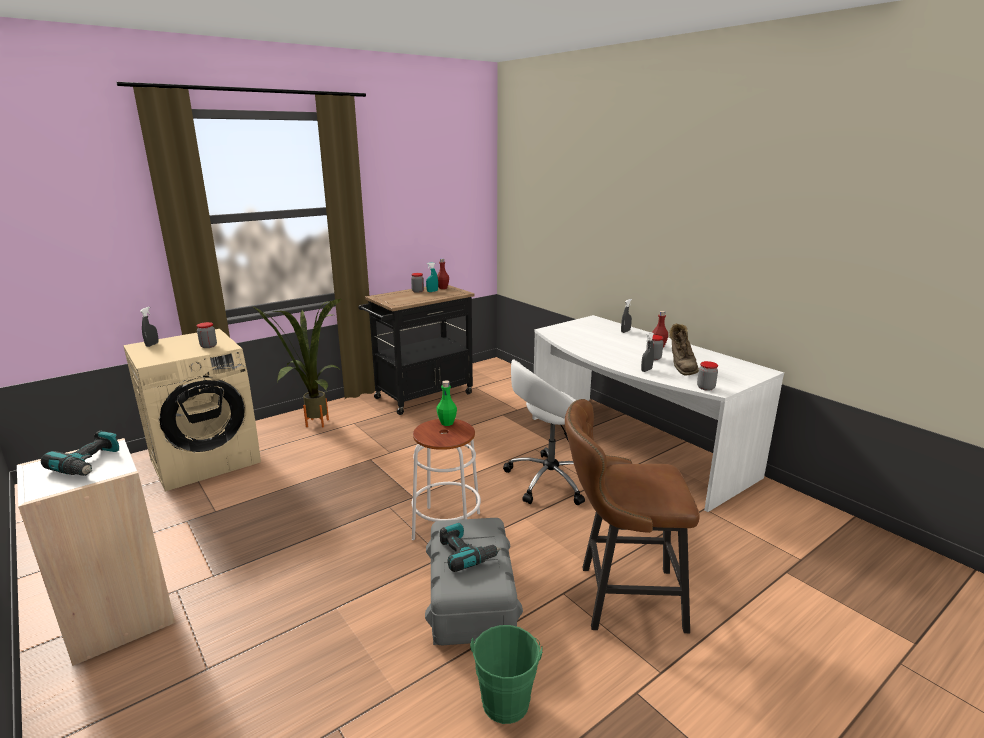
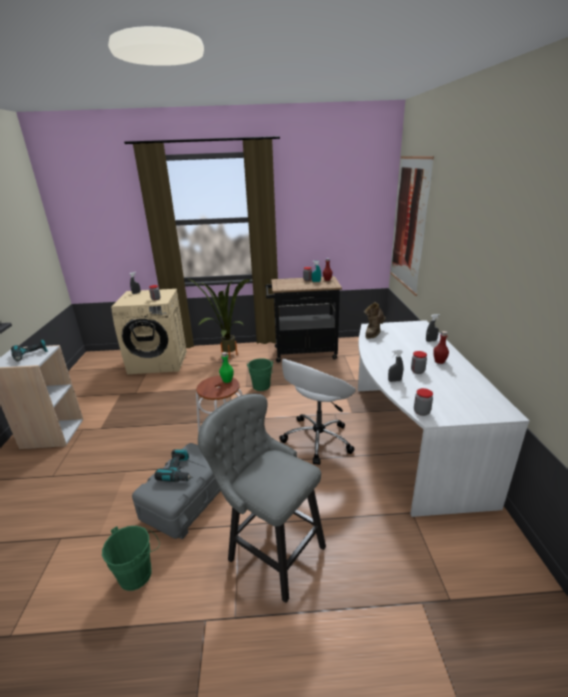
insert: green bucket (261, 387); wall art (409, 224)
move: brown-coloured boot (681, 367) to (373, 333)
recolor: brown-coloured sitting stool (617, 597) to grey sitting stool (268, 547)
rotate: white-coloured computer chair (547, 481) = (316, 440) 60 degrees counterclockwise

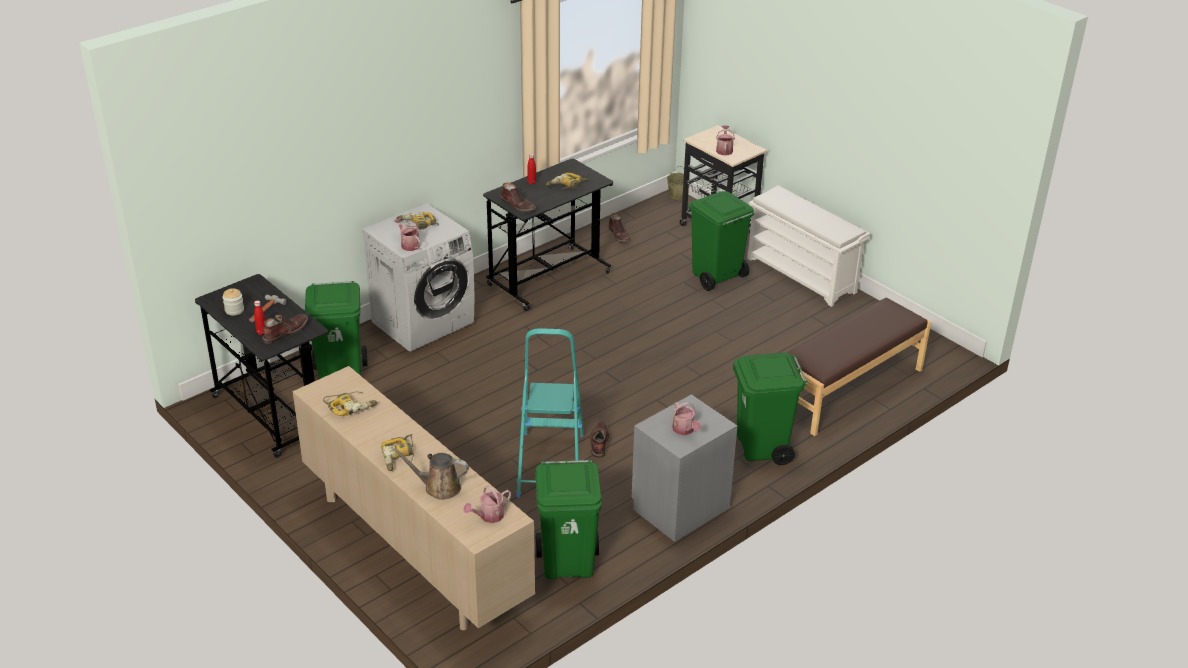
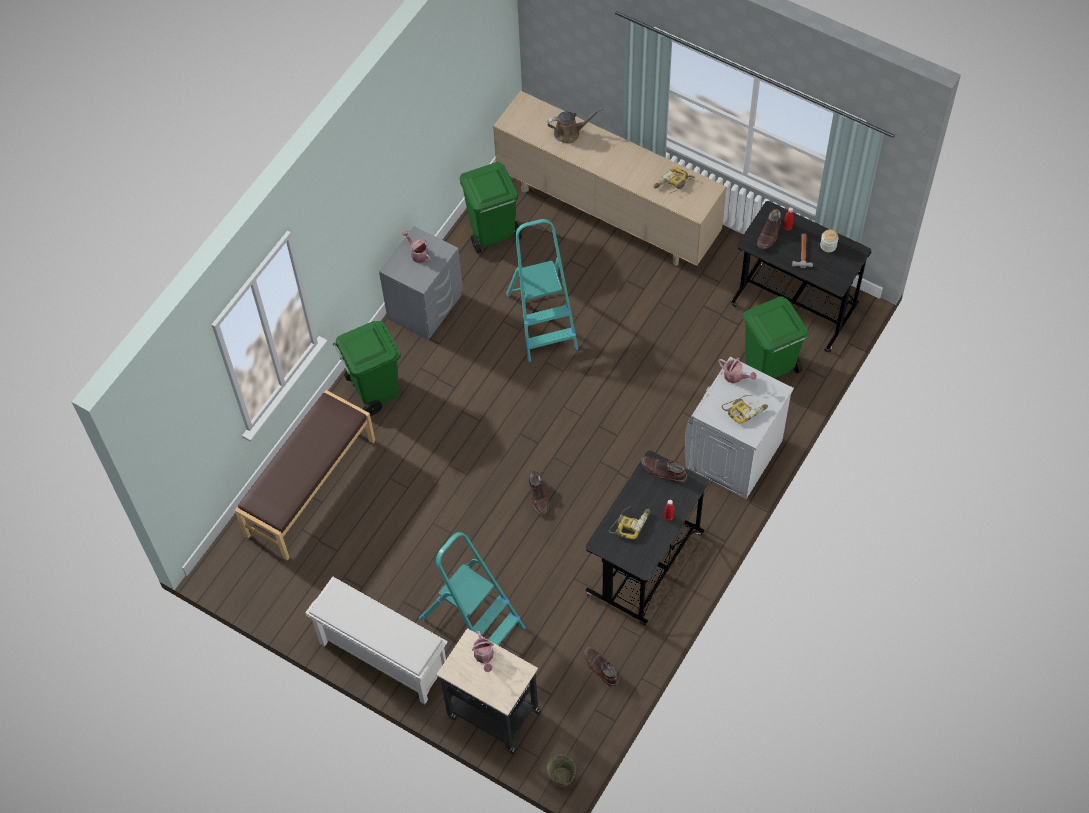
delete: drill (399, 457); watering can (488, 516)
move: brown-coloured boot (599, 443) to (539, 496)
replace: green trash can (716, 277) to blue-green step ladder (473, 623)

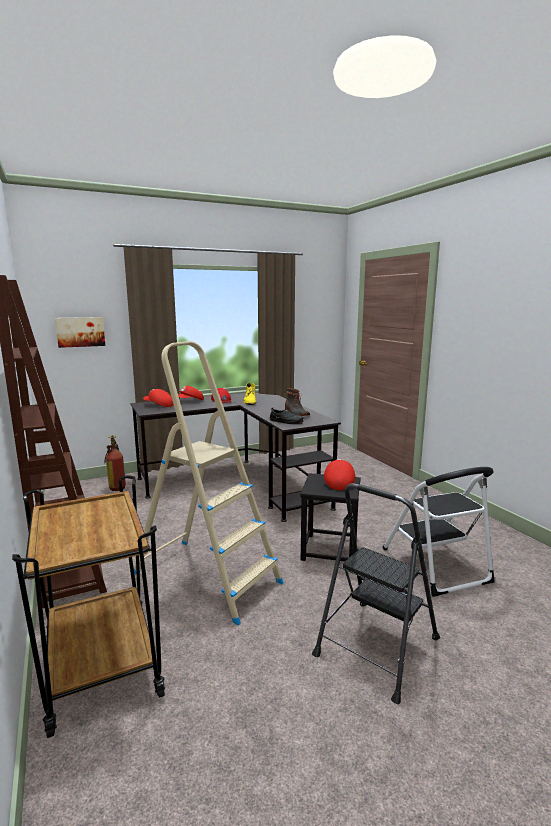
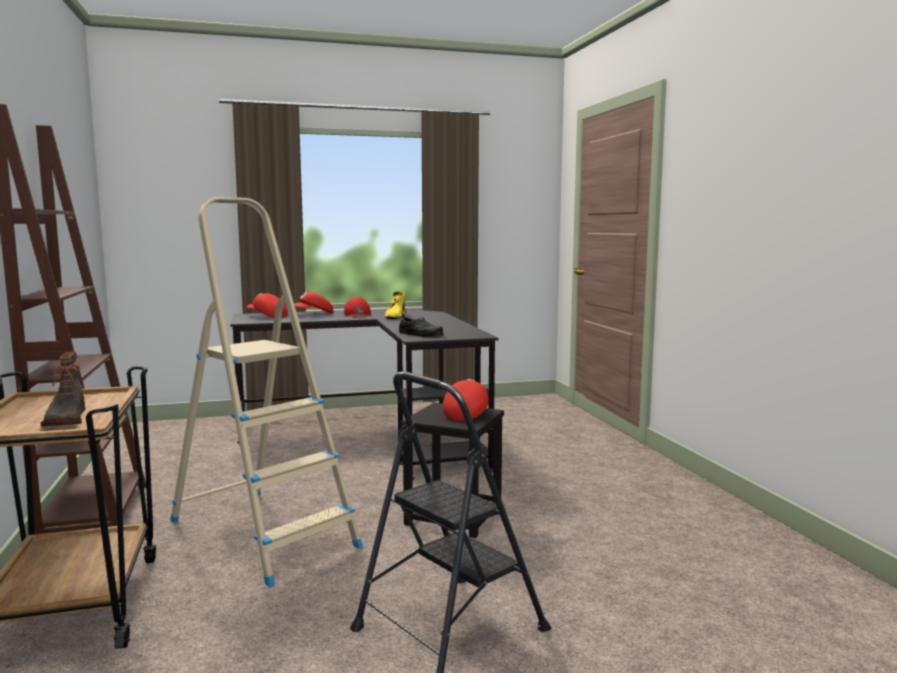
delete: wall art (80, 332); fire extinguisher (118, 486); step ladder (436, 567)
move: boot (296, 414) to (65, 419)

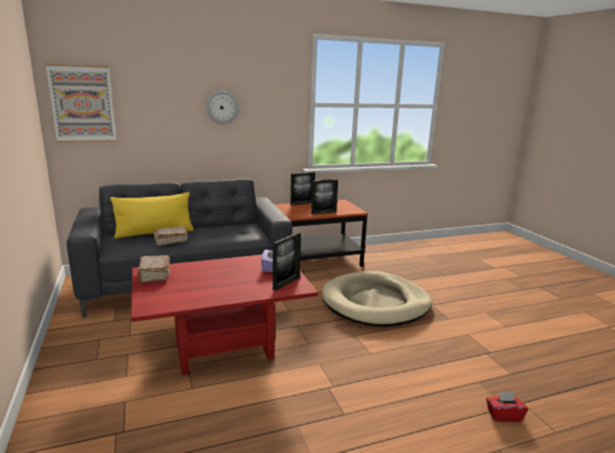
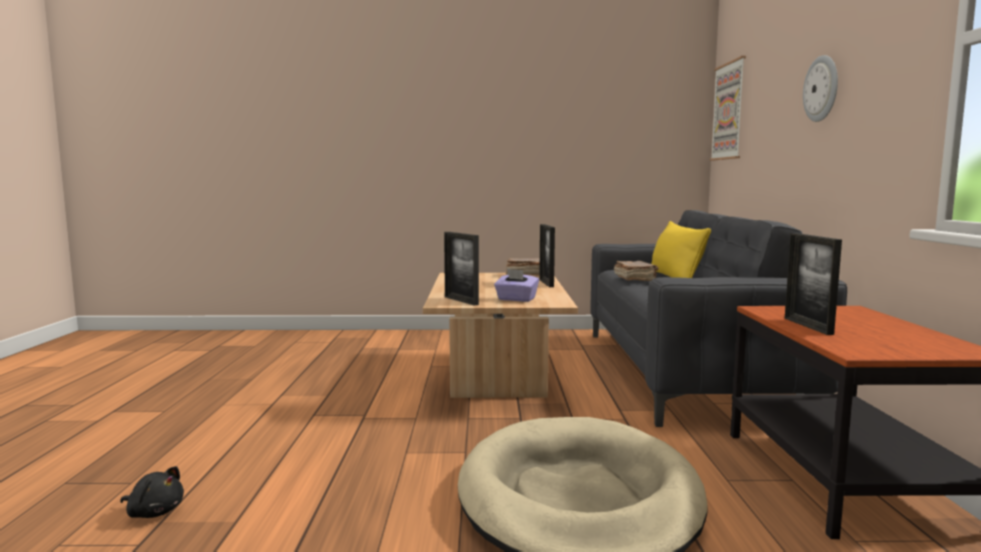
move: picture frame (302, 203) to (546, 283)
replace: red-coloured tissue box (503, 415) to black cuddly toy (154, 512)
recolor: red-coloured coffee table (223, 346) to beige coffee table (497, 379)

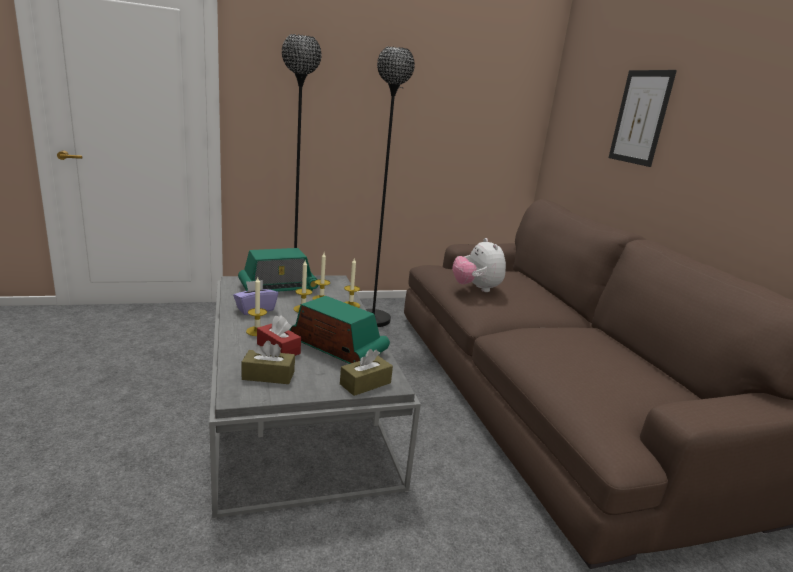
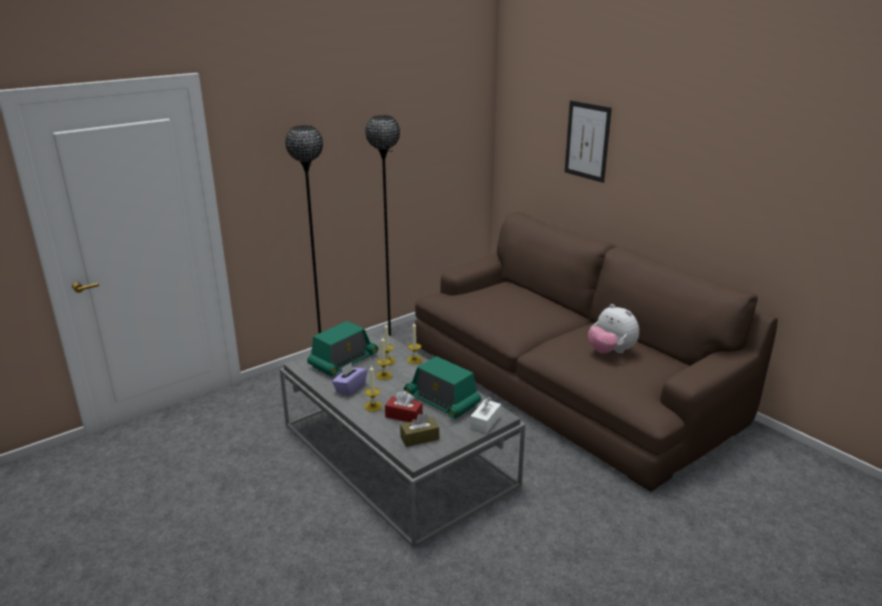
move: cuddly toy (476, 289) to (611, 352)
recolor: brown-coloured tissue box (365, 383) to white-coloured tissue box (485, 422)
rotate: radio (338, 347) = (442, 400) 150 degrees counterclockwise

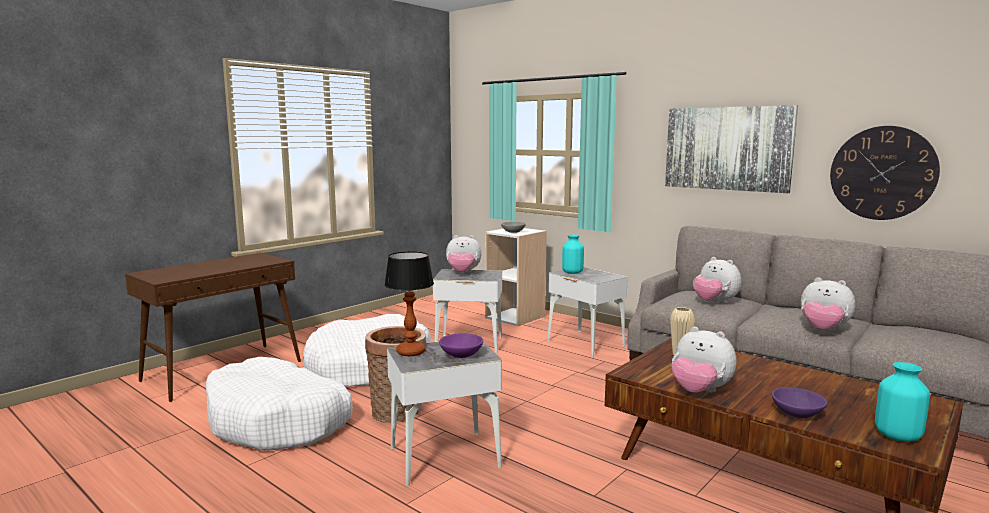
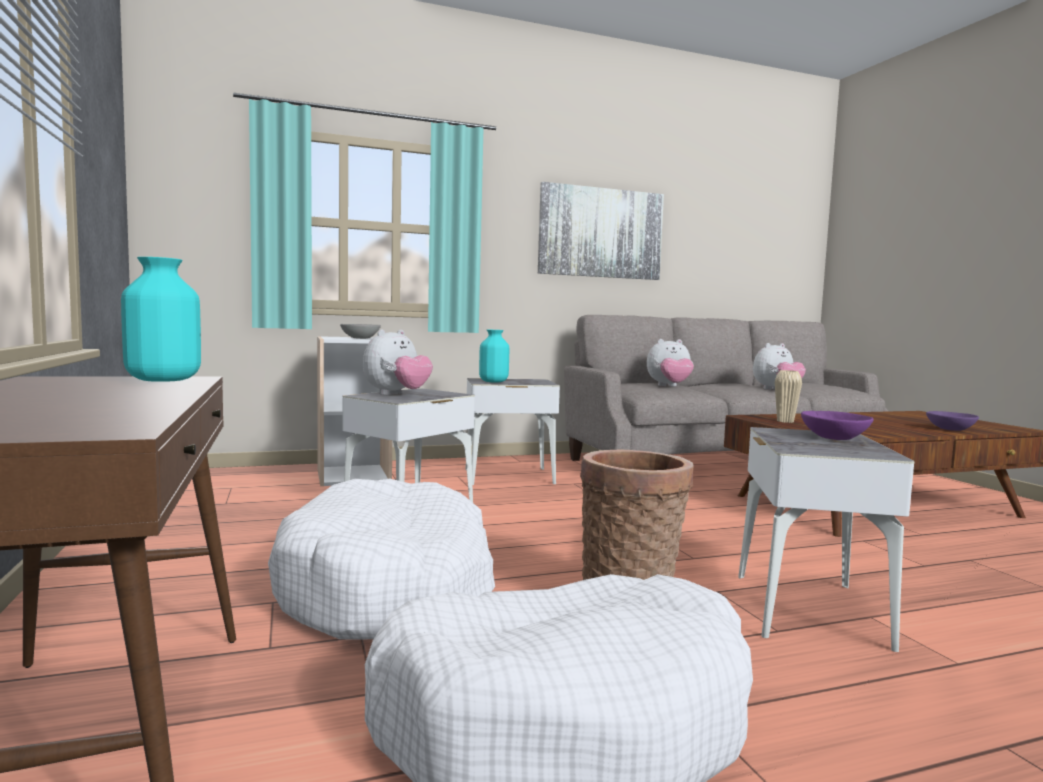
delete: tabletop lamp (411, 352); cuddly toy (700, 391); clock on the wall (882, 173)
move: blue-green flower vase (898, 436) to (164, 380)

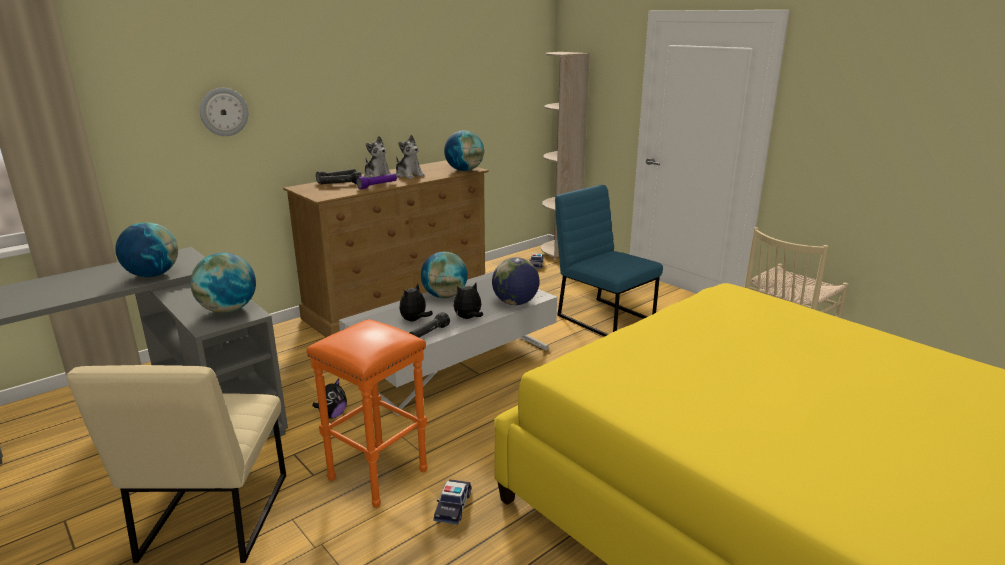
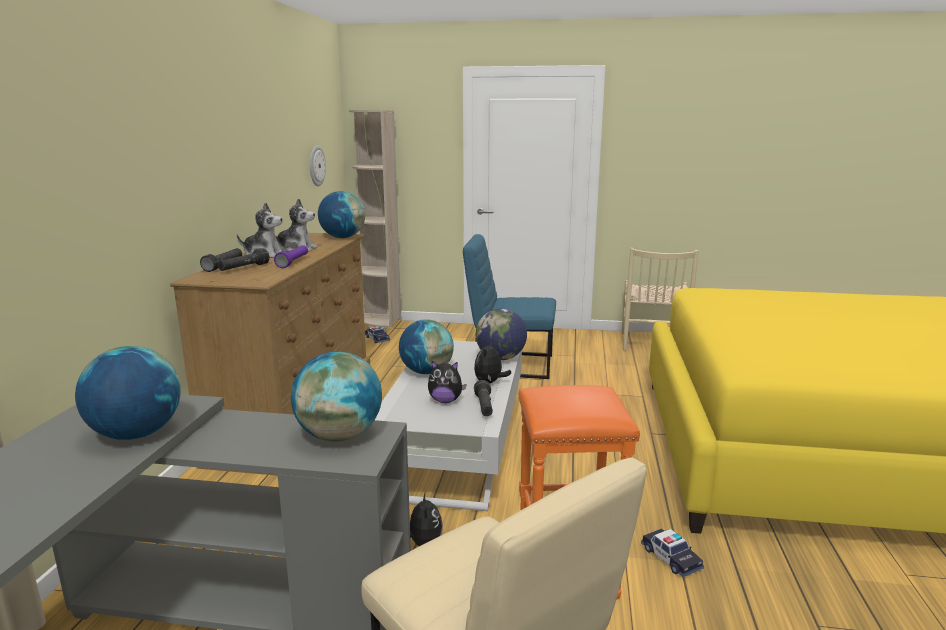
move: clock on the wall (223, 112) to (316, 166)
rotate: cuddly toy (414, 320) = (445, 401) 75 degrees counterclockwise

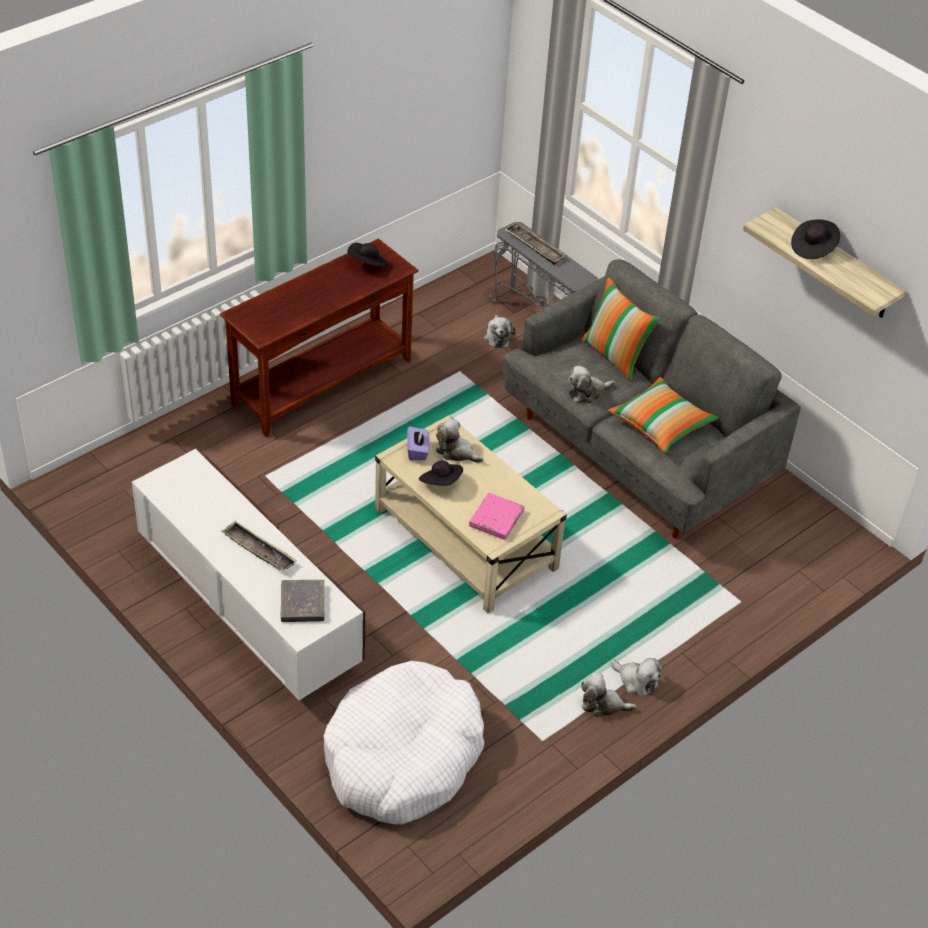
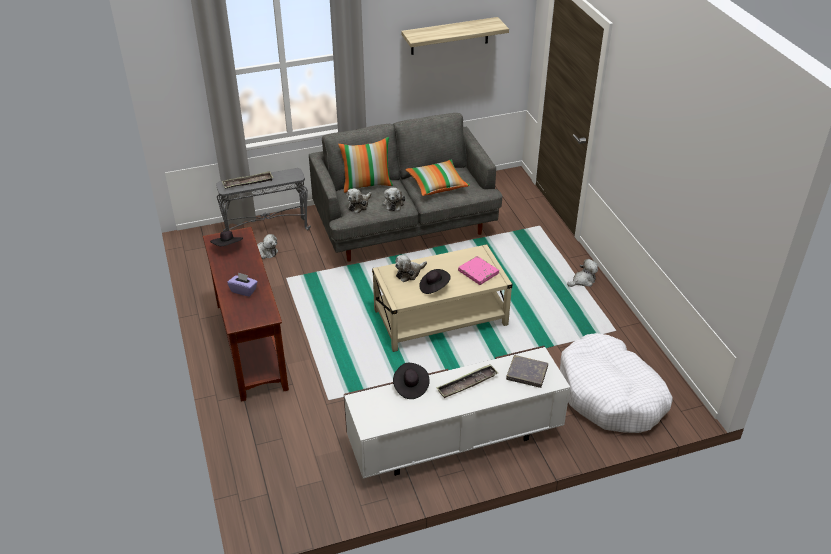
move: purple tissue box (417, 451) to (244, 290); cuddly toy (603, 704) to (359, 205); black wearable hat (813, 248) to (410, 387)

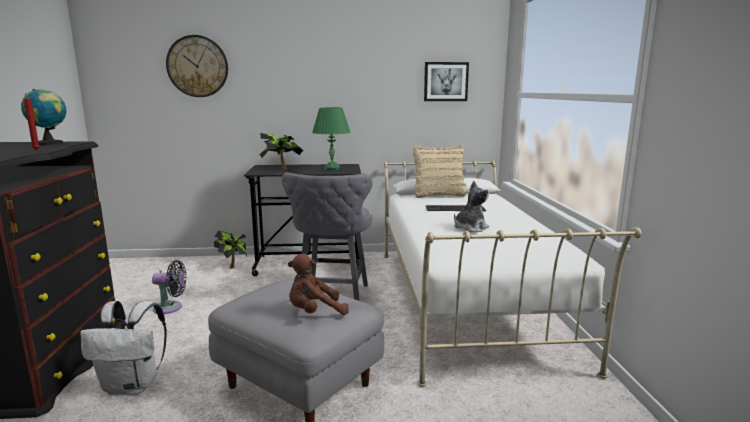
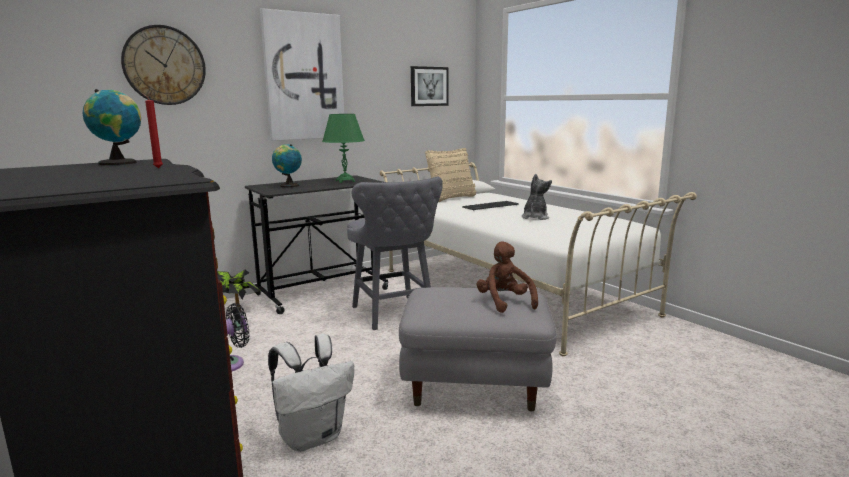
insert: wall art (304, 77)
replace: houseplant (281, 168) to globe (288, 185)
rotate: brown-coloured cuddly toy (315, 312) = (504, 302) 120 degrees clockwise

